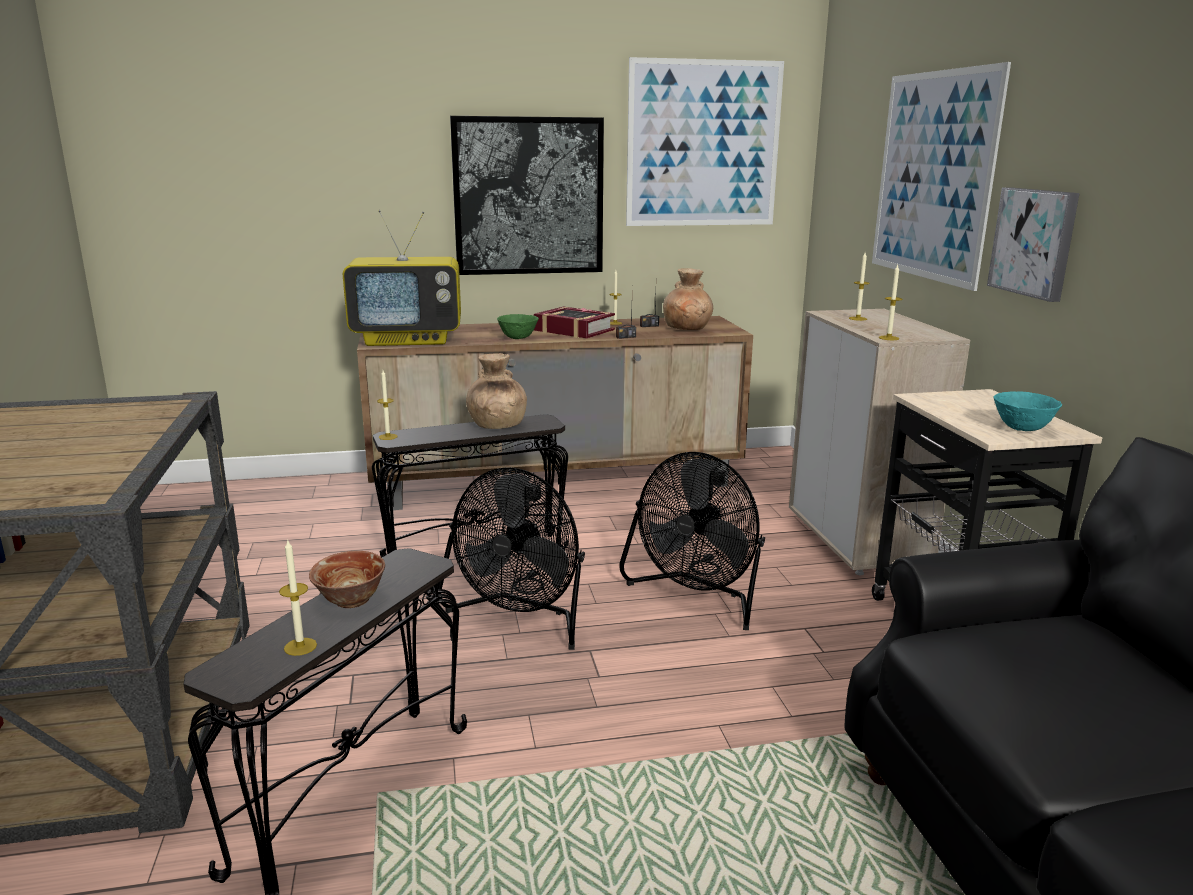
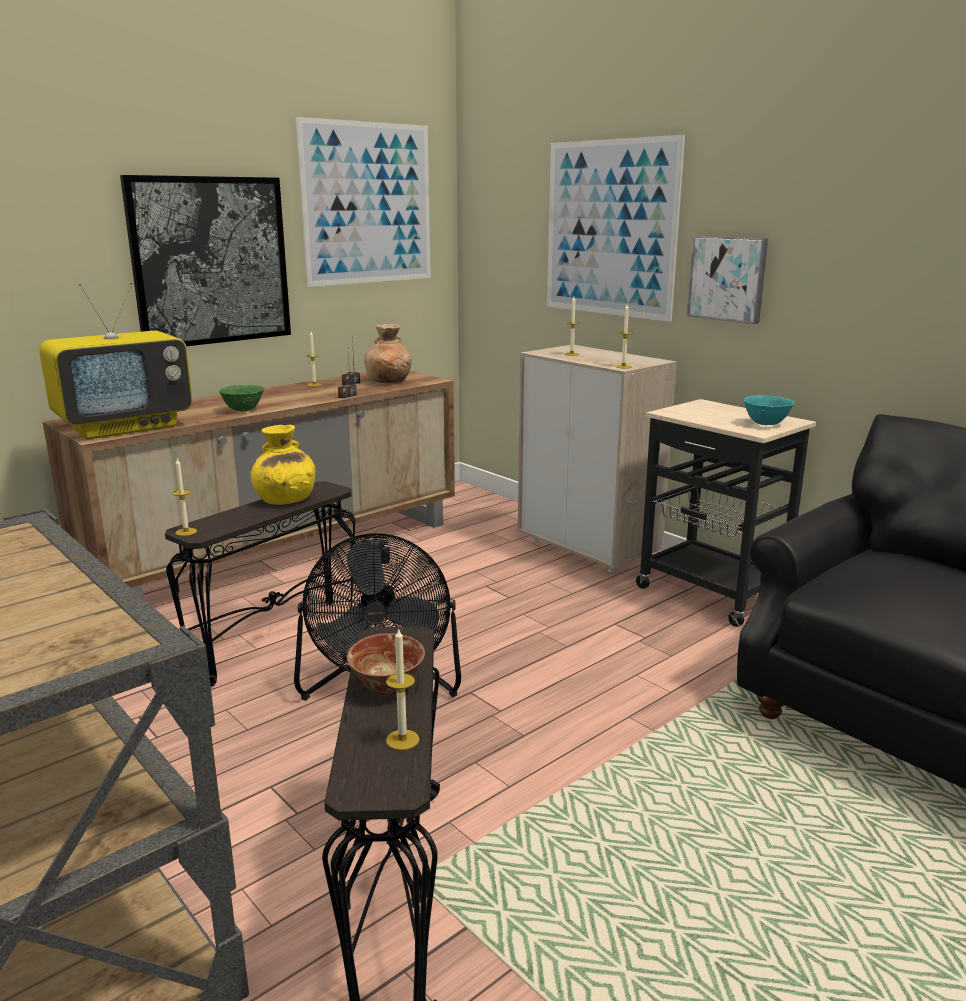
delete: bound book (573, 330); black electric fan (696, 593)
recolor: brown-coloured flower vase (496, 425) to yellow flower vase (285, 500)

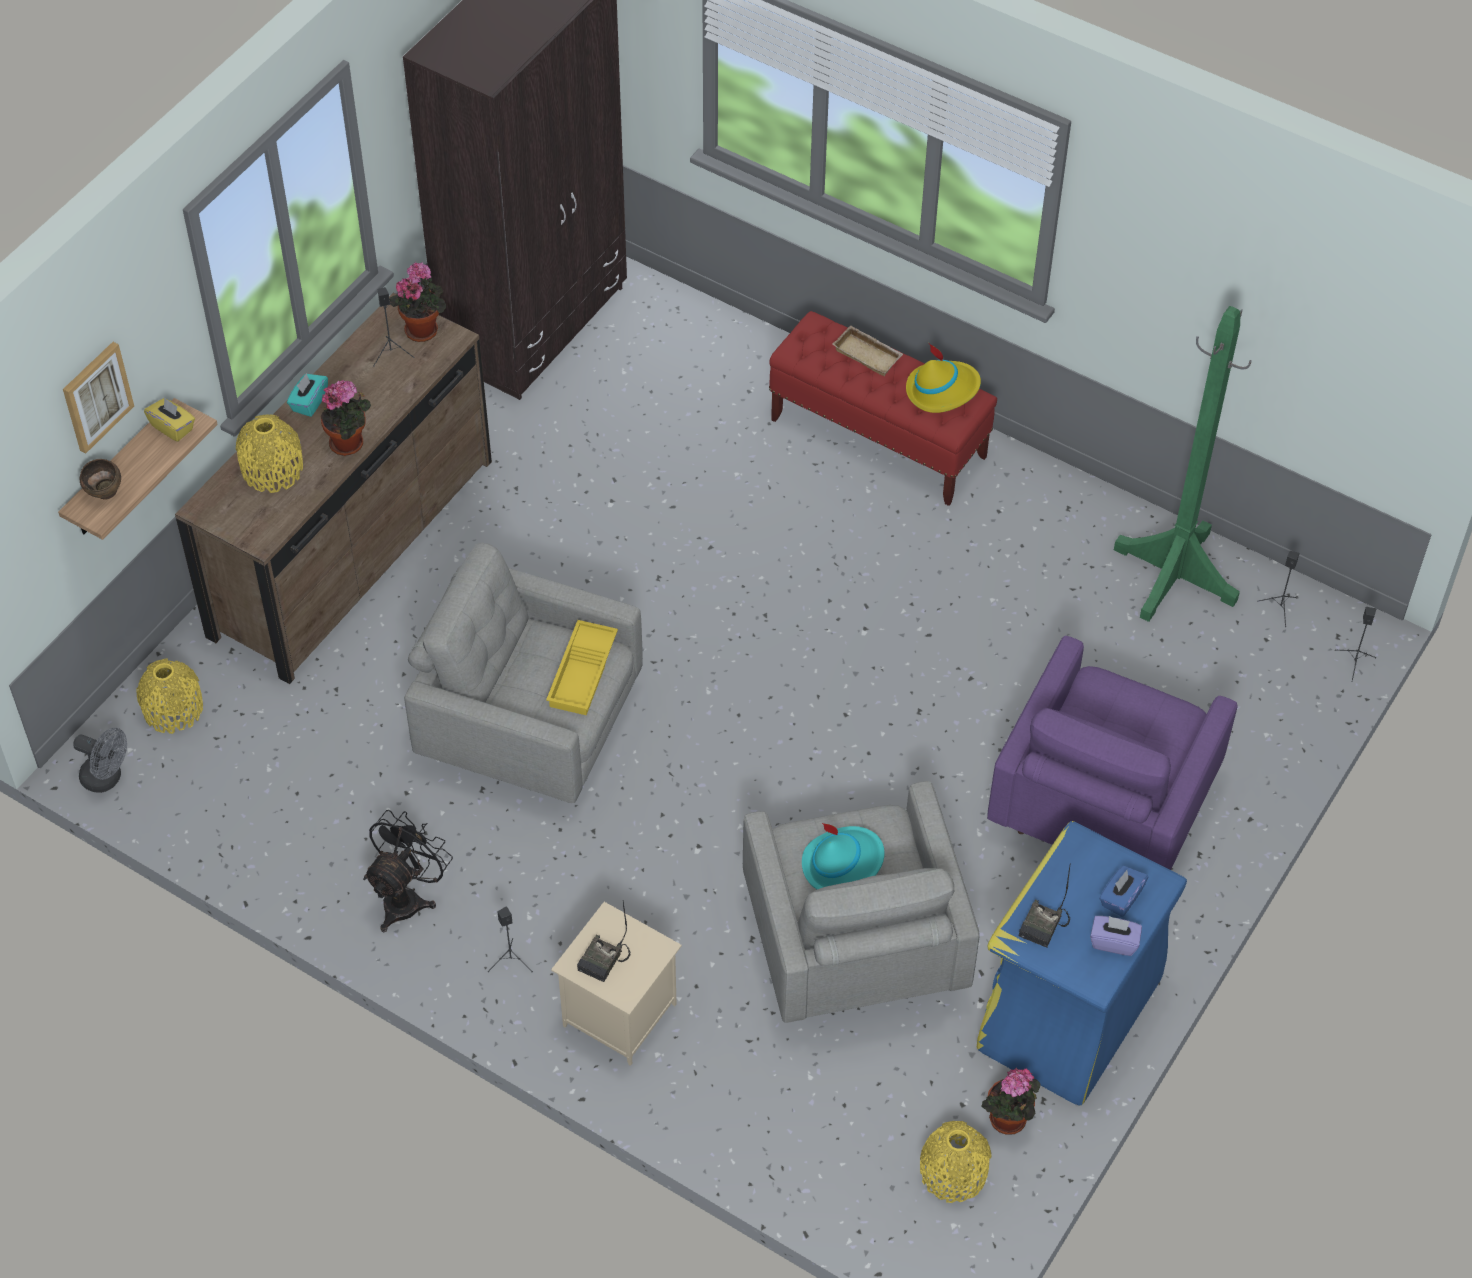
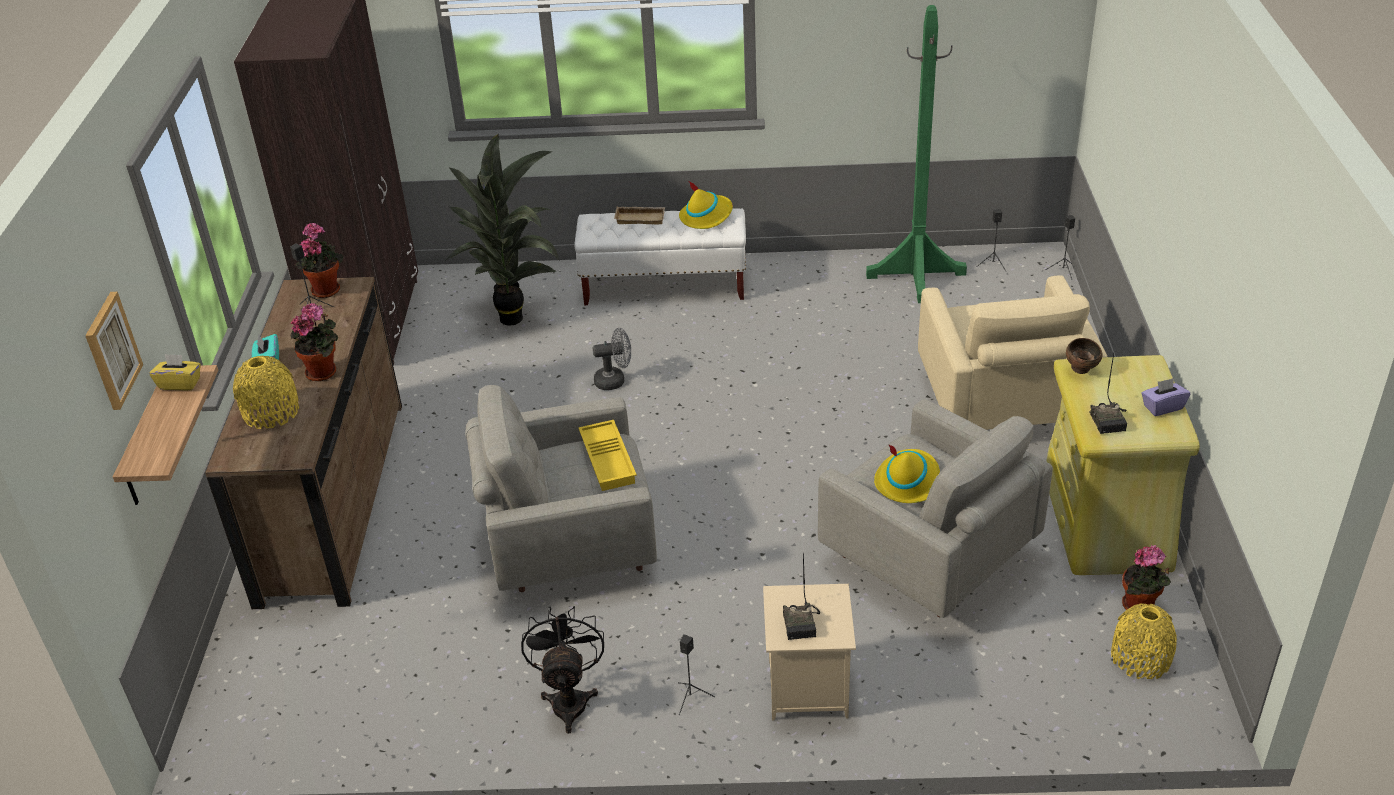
delete: yellow flower vase (173, 710); blue tissue box (1121, 898)
insert: houseplant (516, 317)
move: grey electric fan (107, 778) to (615, 380); brown-coloured bowl (105, 494) to (1081, 370)
recolor: red-coloured bench (879, 439) to white-coloured bench (665, 286); blue-green wearable hat (842, 864) to yellow wearable hat (907, 481); purple armchair (1100, 807) to beige armchair (1001, 405); blue nightstand (1067, 1012) to yellow nightstand (1105, 523)

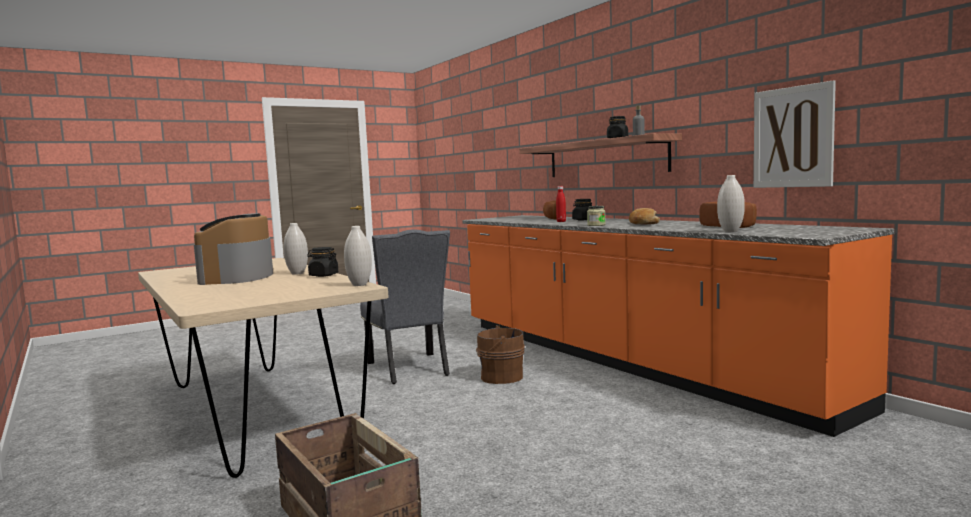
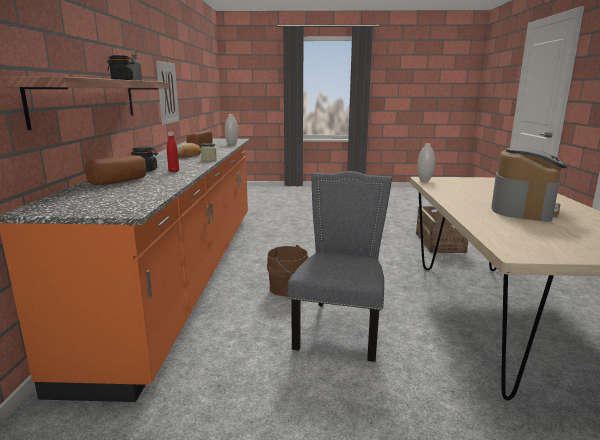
delete: white-coloured flower vase (297, 273); black storage jar (323, 275)

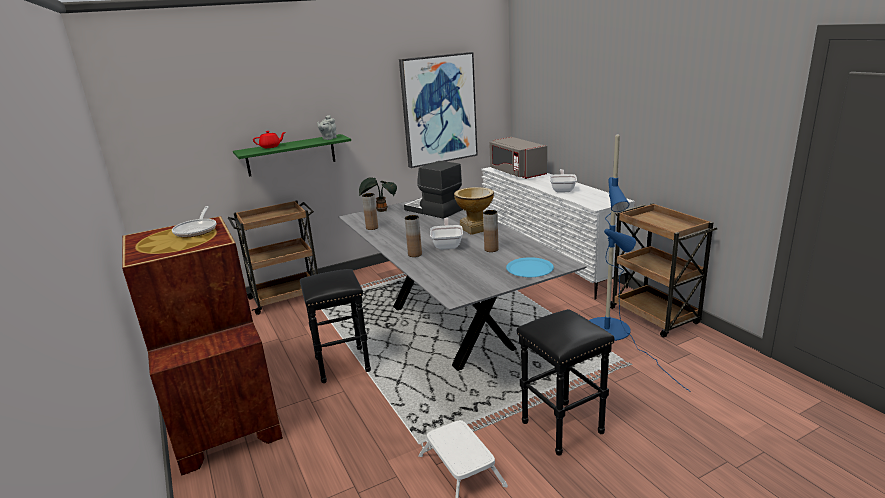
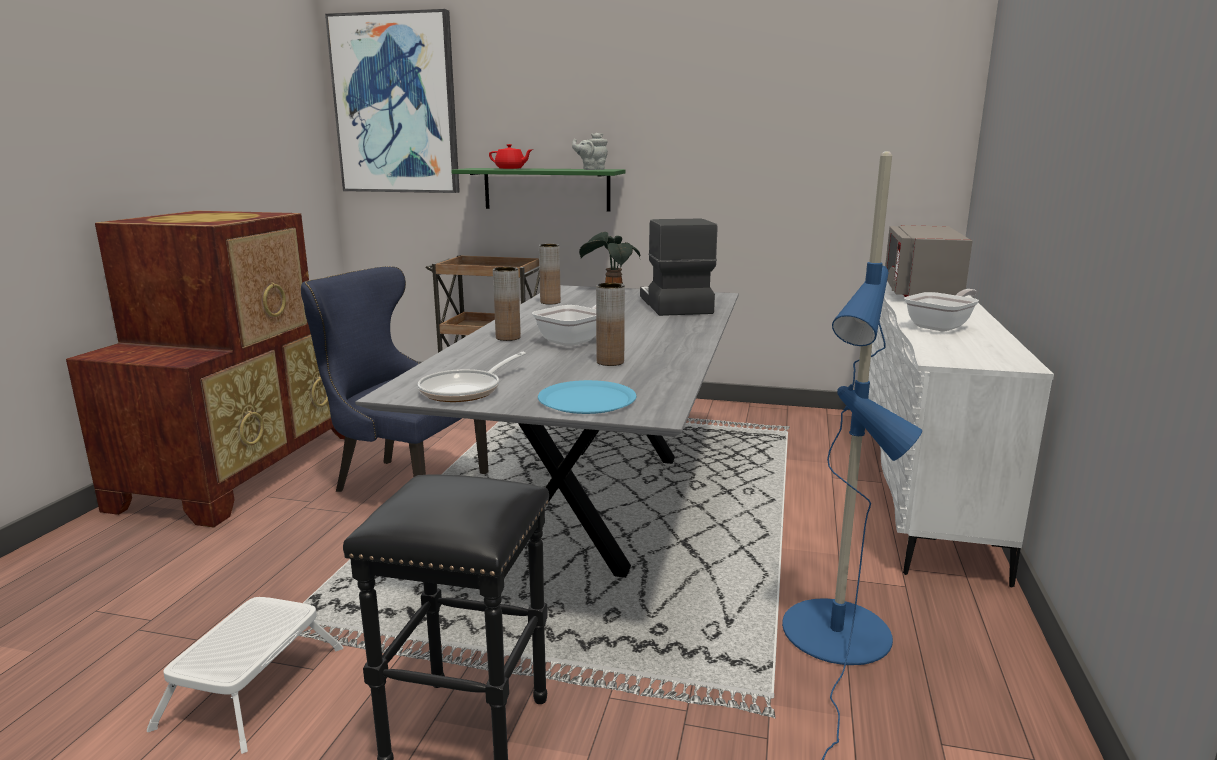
delete: flower vase (475, 228); brown-coloured cart (654, 316)
move: wall art (439, 109) to (396, 105); frying pan (197, 230) to (466, 390)
replace: black sitting stool (341, 364) to blue chair (404, 484)

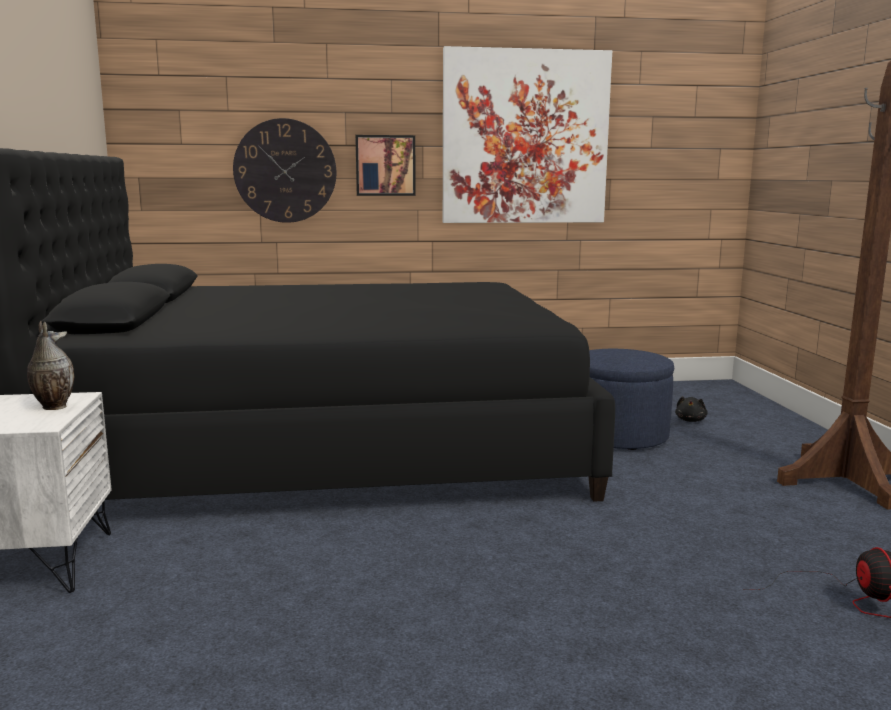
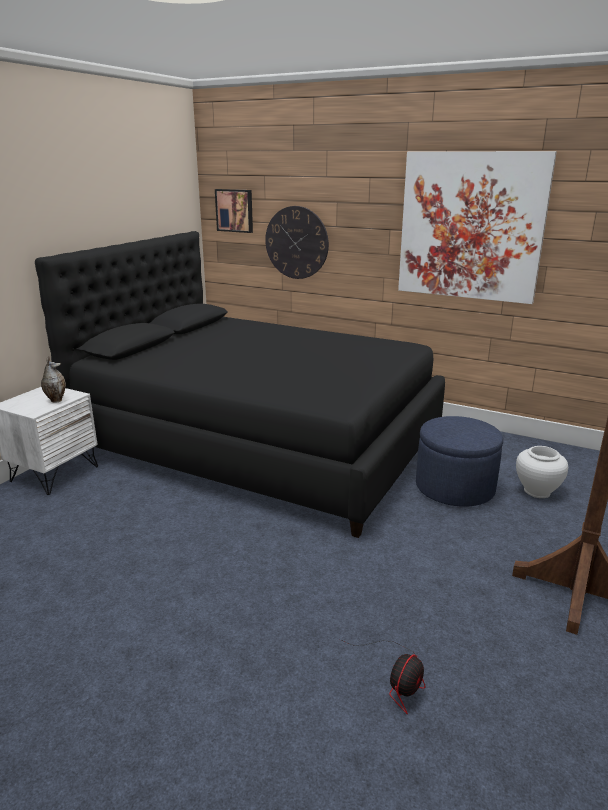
move: wall art (385, 165) to (235, 210)
replace: black cuddly toy (690, 420) to white-coloured flower vase (537, 492)

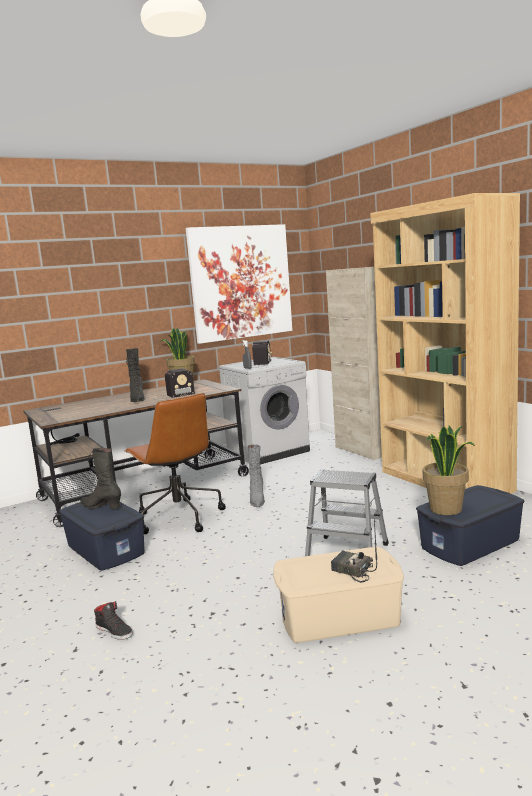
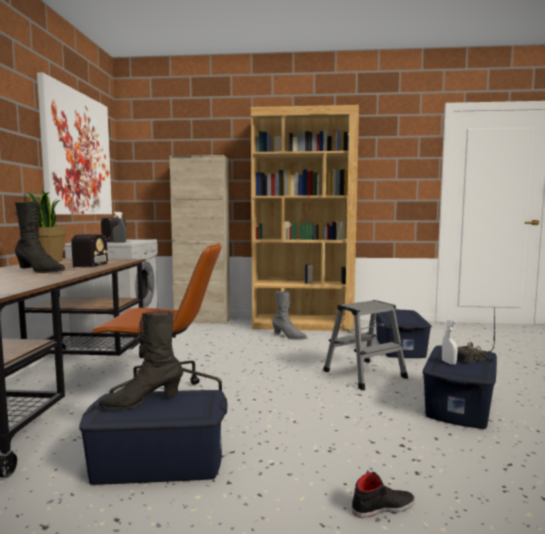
delete: houseplant (446, 509)
insert: white-coloured hand sprayer (448, 362)
move: grey boot (257, 499) to (289, 336)
recolor: beige storage box (340, 617) to blue storage box (459, 404)

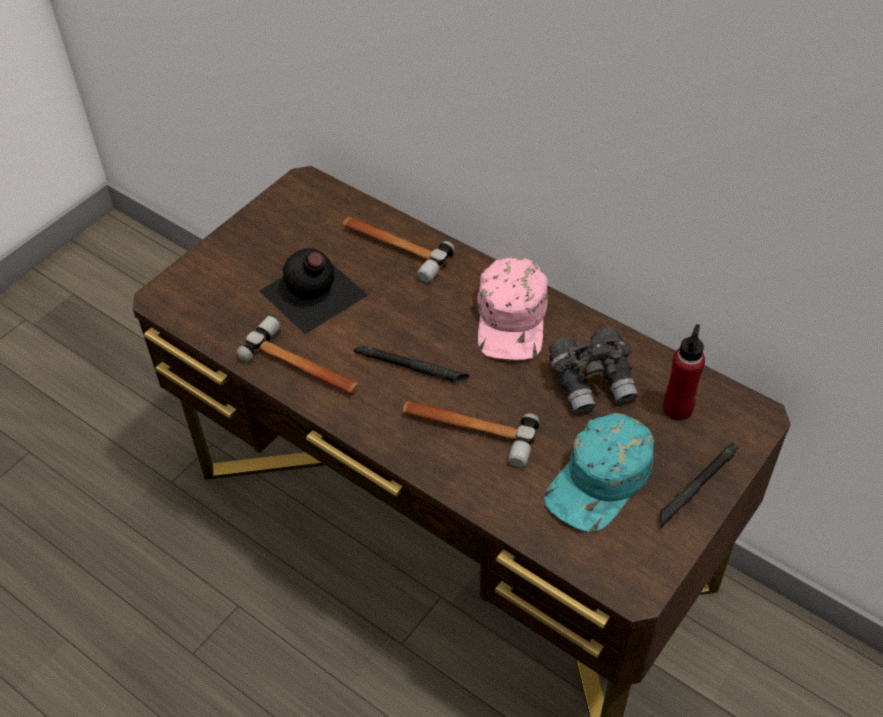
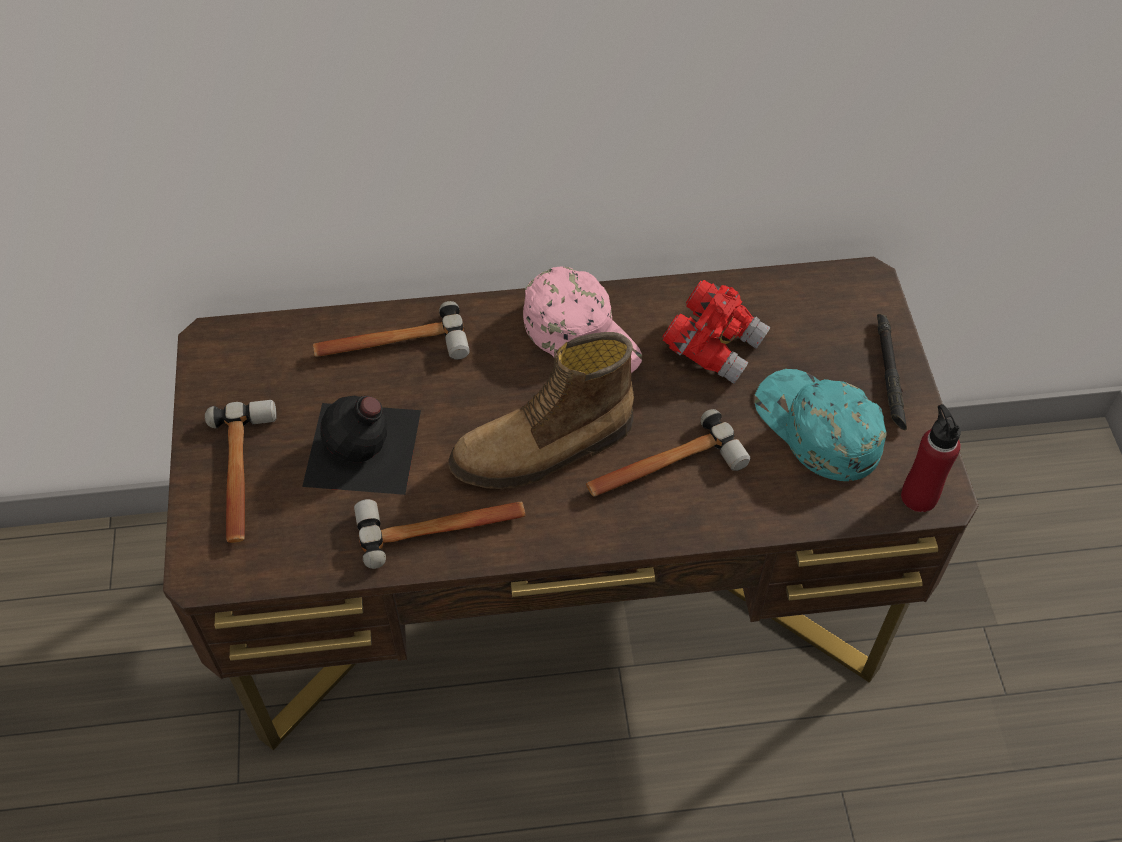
insert: hammer (242, 476)
move: red-coloured drink bottle (677, 408) to (919, 496)
replace: black flashlight (410, 367) to boot (544, 450)
recolor: grey field glasses (592, 382) to red-coloured field glasses (714, 345)
rotate: blue-green cap (600, 481) = (816, 427) 150 degrees clockwise

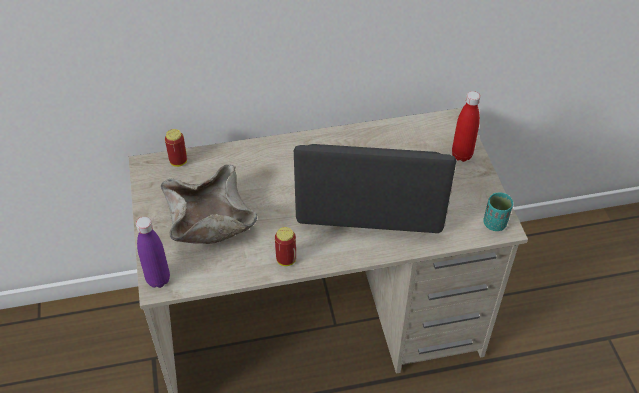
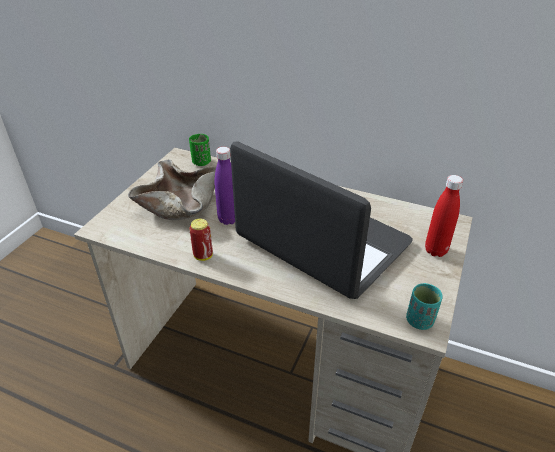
move: purple drink bottle (158, 279) to (228, 219)
replace: metal can (178, 161) to green cup (201, 162)

